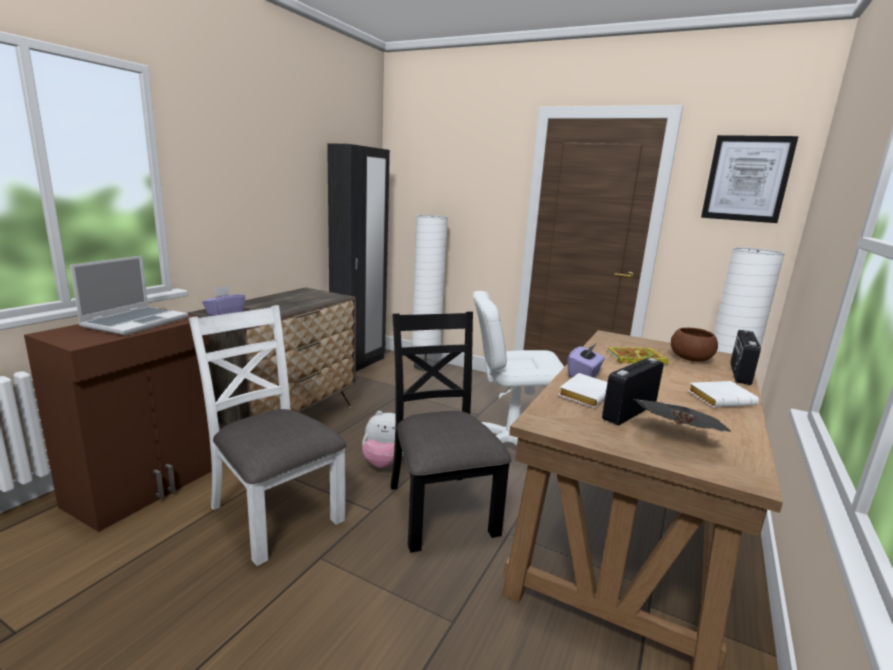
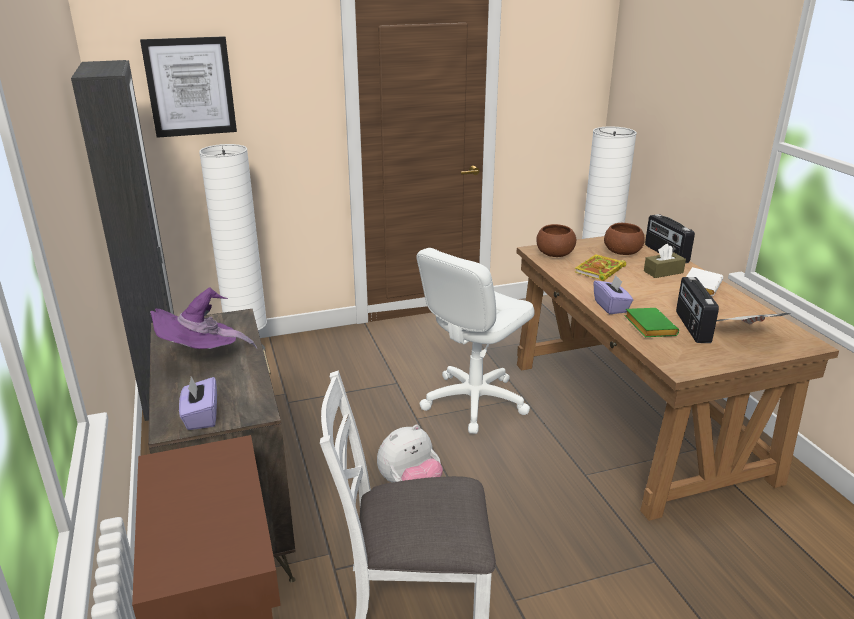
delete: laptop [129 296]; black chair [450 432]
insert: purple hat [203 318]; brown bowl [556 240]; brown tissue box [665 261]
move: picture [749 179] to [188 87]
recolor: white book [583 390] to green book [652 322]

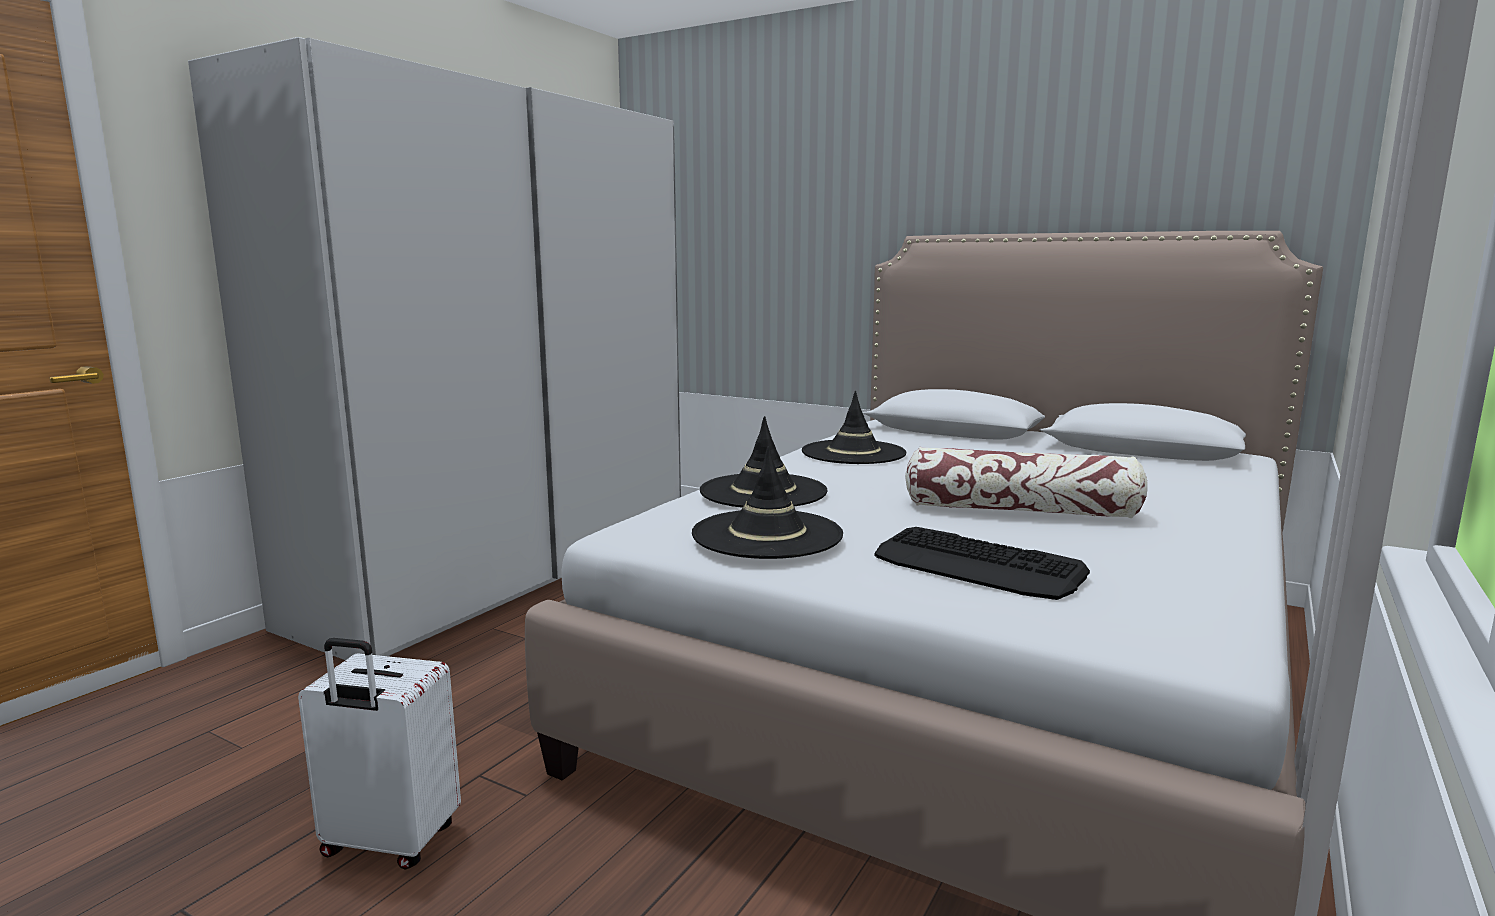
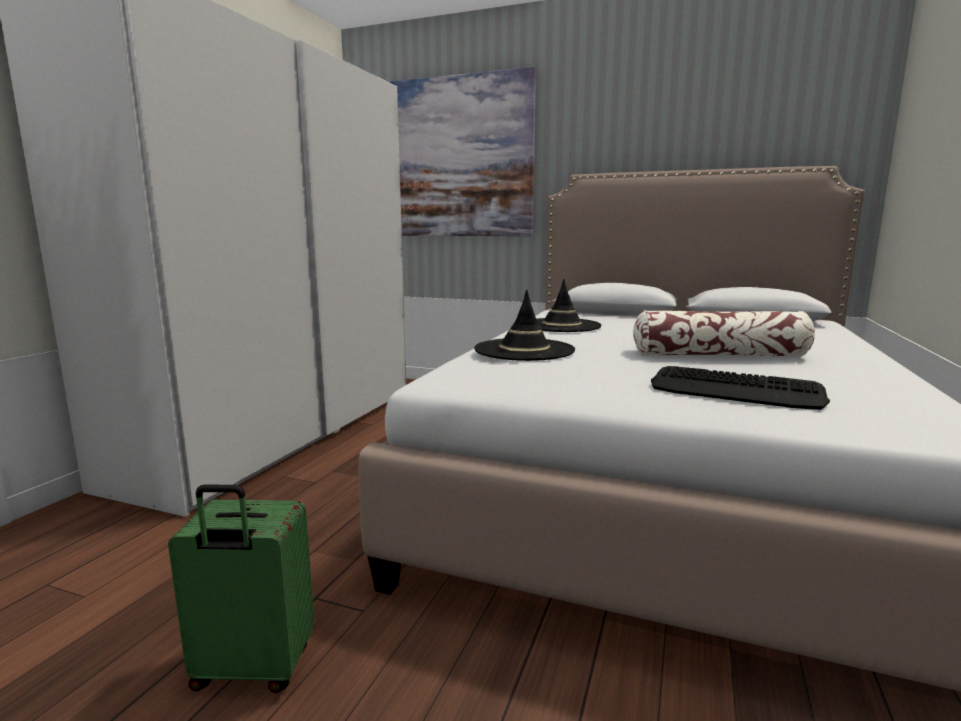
delete: black hat [767 502]
insert: picture [463 151]
recolor: white suitcase [379 754] to green suitcase [241 588]

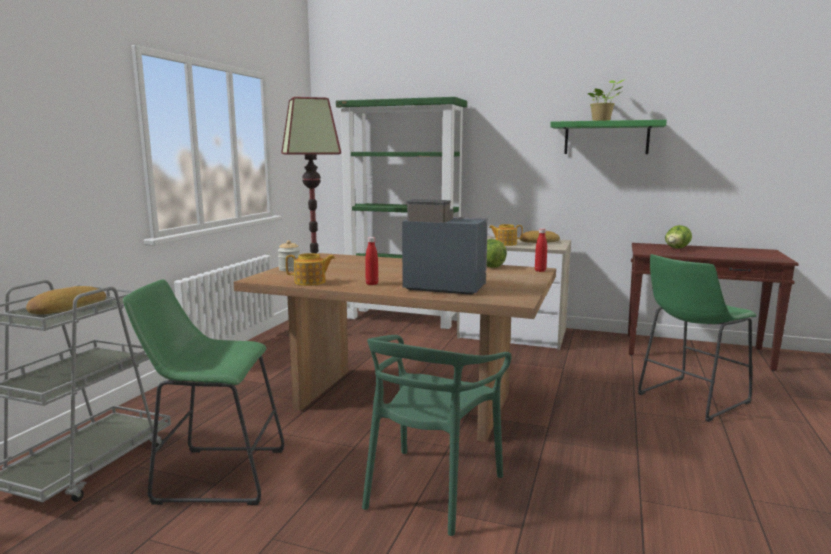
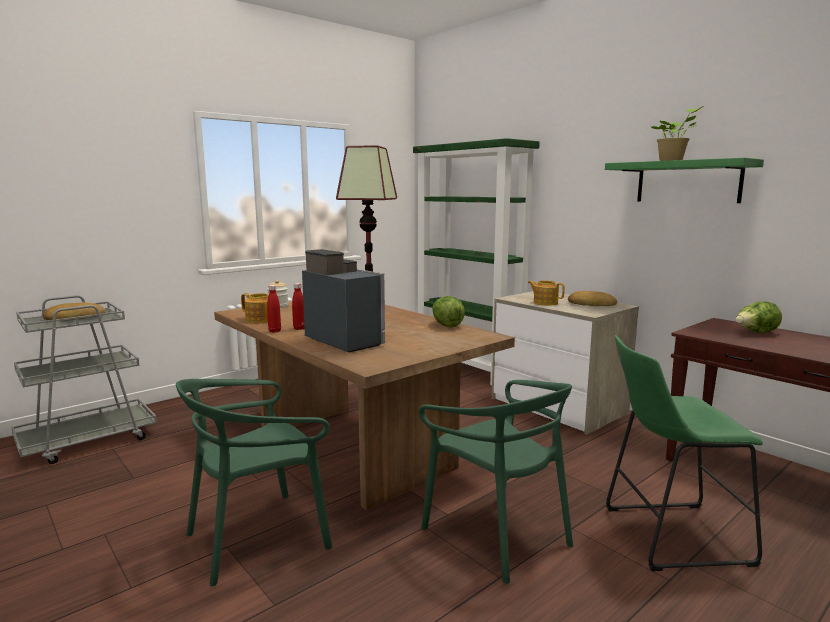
delete: green stool [203 392]
insert: green chair [495 482]
move: red bottle [541 250] to [274 309]

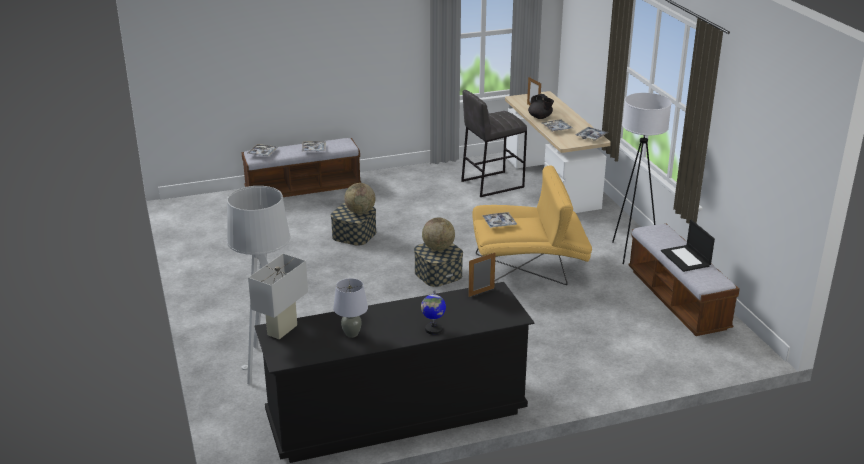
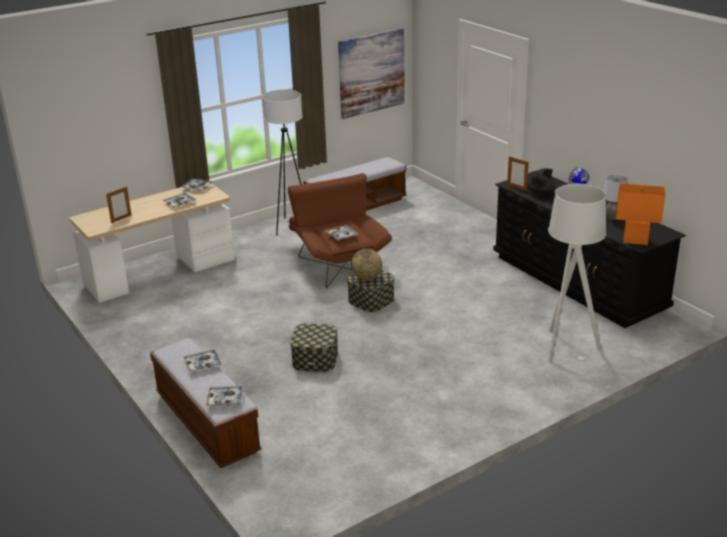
delete: globe [360 198]; grey stool [494 143]; laptop [688 246]
insert: picture [371 73]
move: black teapot [541 106] to [542 182]
recolor: white table lamp [278 296] to orange table lamp [640 214]; yellow armchair [532 225] to brown armchair [340 230]

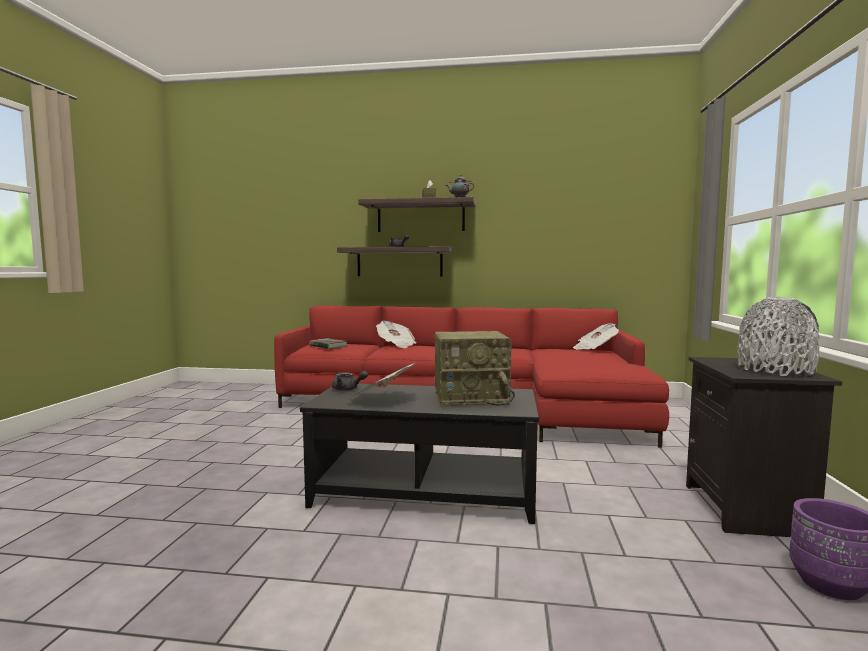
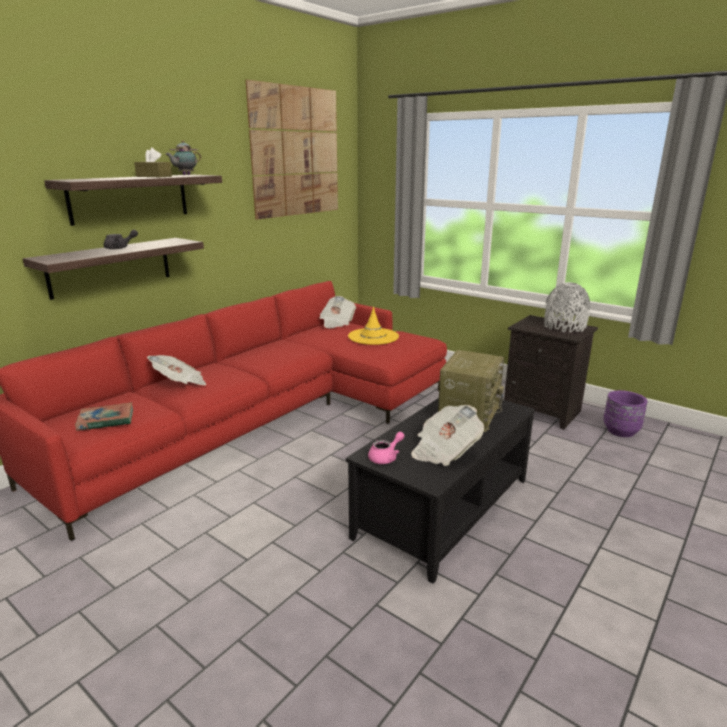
insert: picture [292 150]; yellow hat [373 325]
recolor: grey teapot [350 381] to pink teapot [386 448]

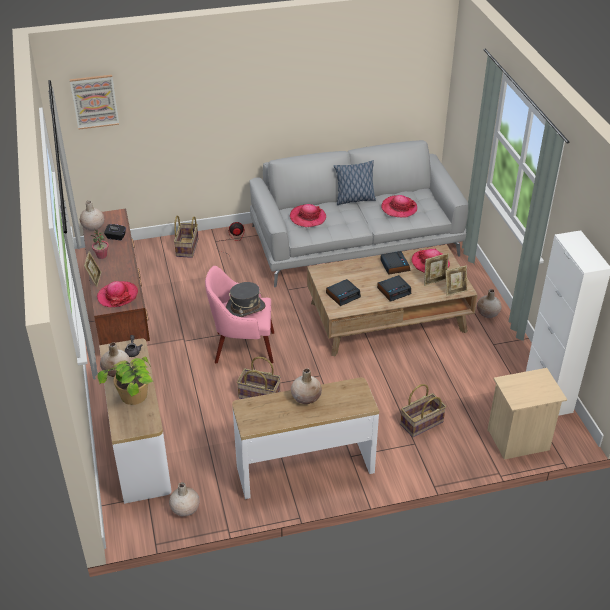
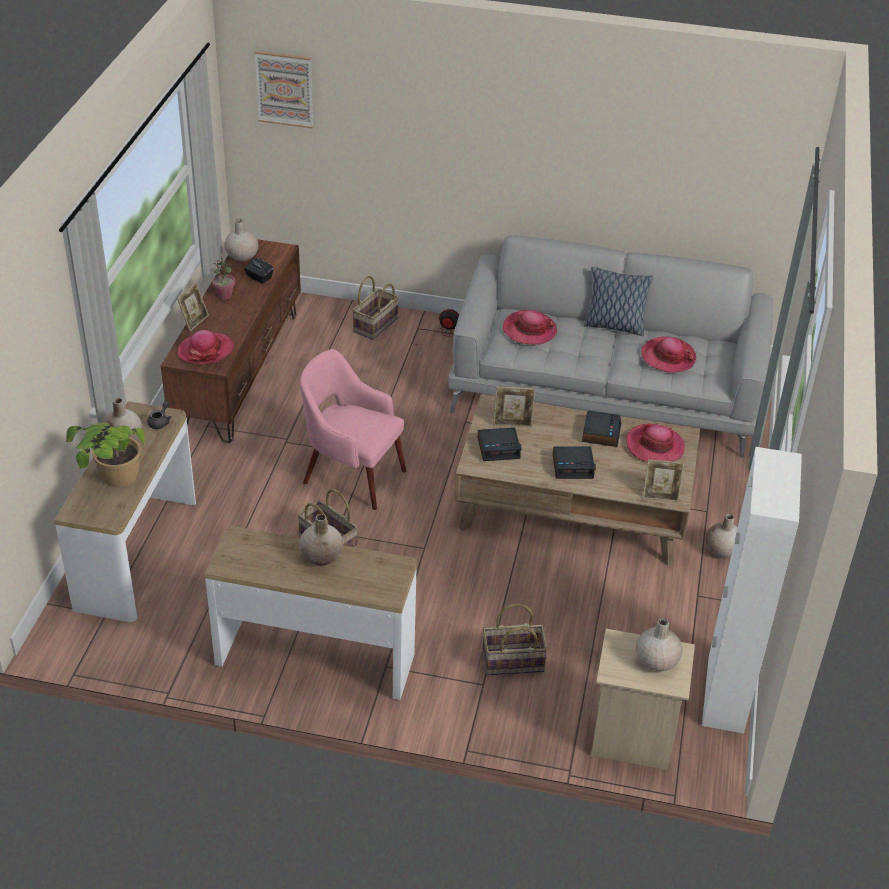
delete: grey hat [246 299]
move: beige vase [184 499] to [659 644]; picture frame [436 269] to [514 406]

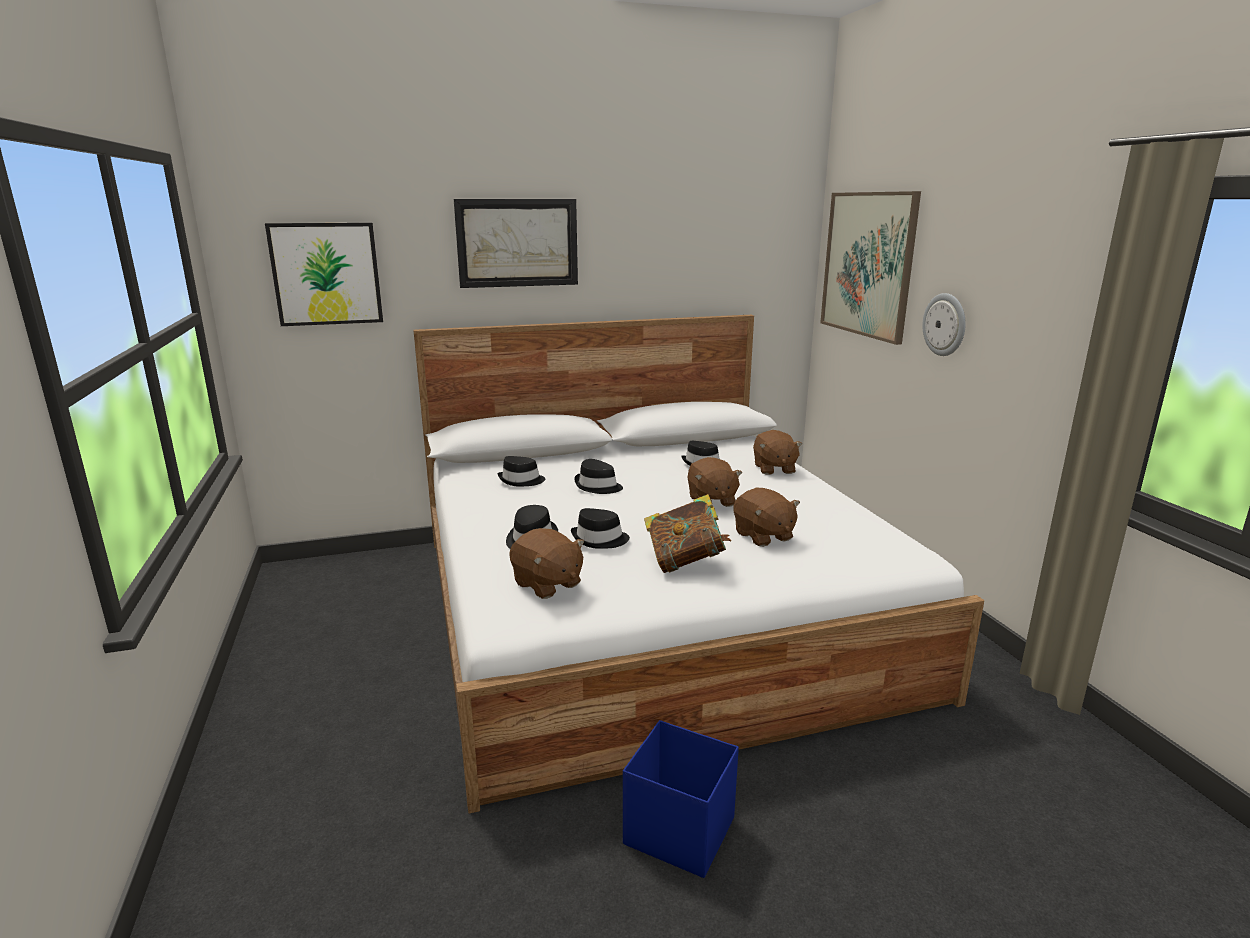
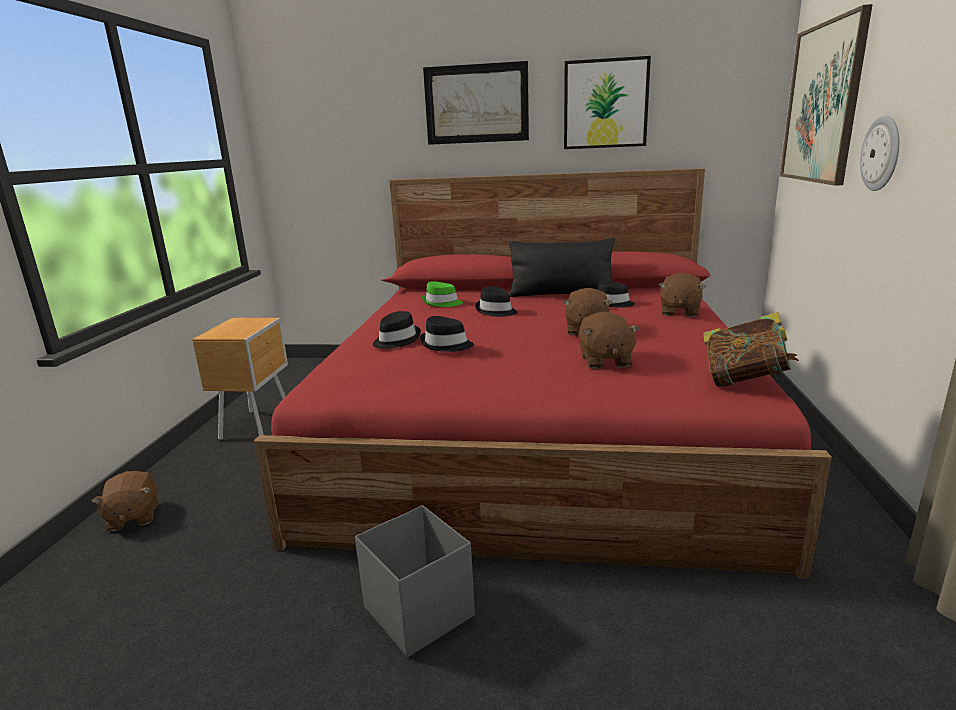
insert: brown nightstand [240 379]; black pillow [562 267]
move: picture [324 274] to [607 102]; brown plush toy [546 563] to [124 501]; book [687 533] to [751 349]
recolor: white bed [698 564] to red bed [543 373]; black hat [521 471] to green hat [442 294]; blue storage box [681 799] to grey storage box [415 581]

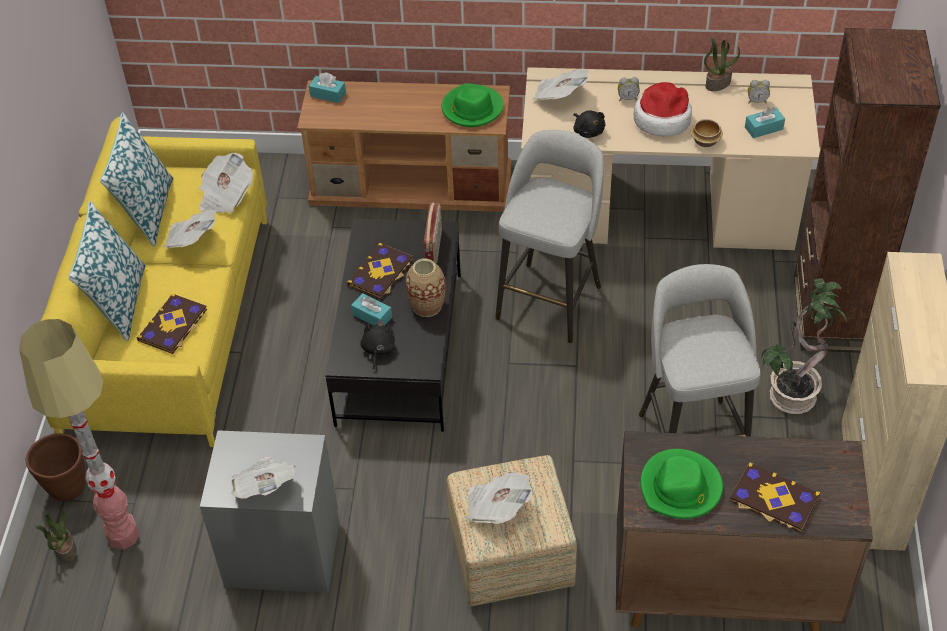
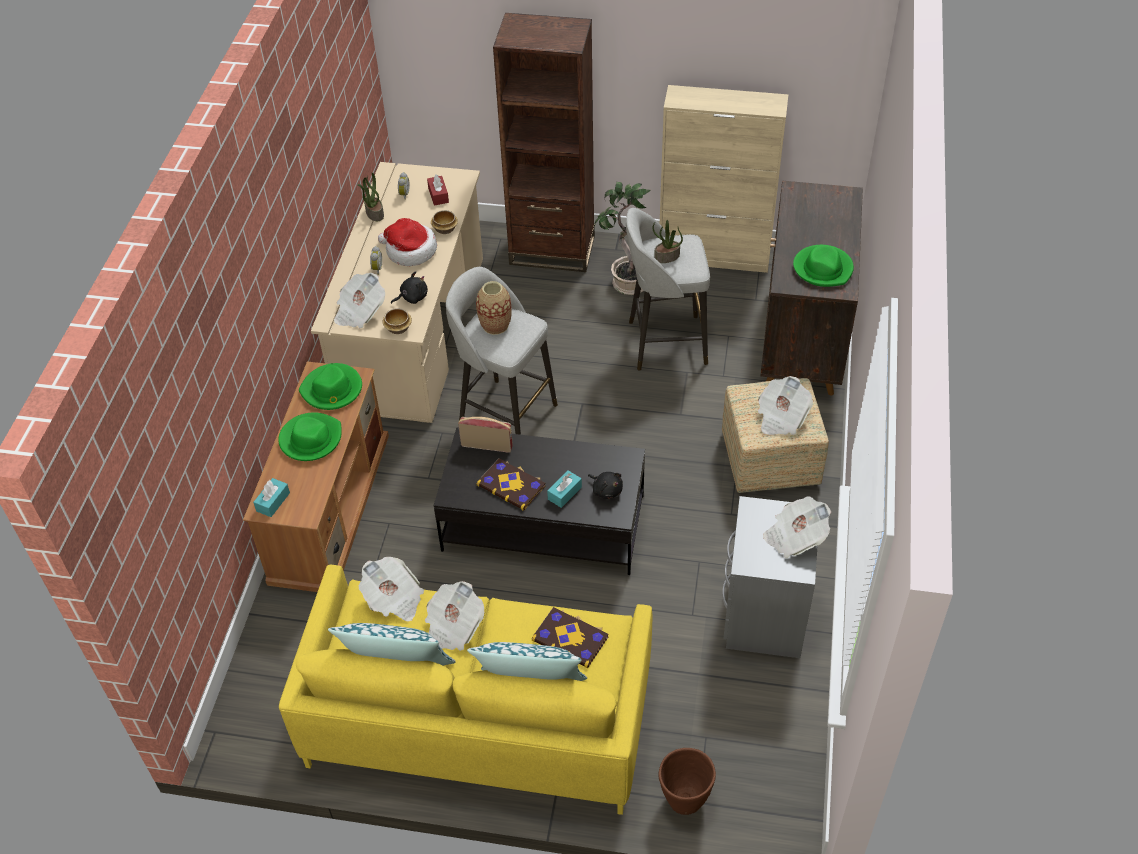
delete: floor lamp [79 434]; book [774 497]
insert: green hat [310 436]; bowl [397 321]
move: potted plant [56 534] to [667 241]; vase [426 287] to [494 308]
recolor: turquoise tissue box [765 122] to red tissue box [438 190]
rotate: black plush toy [377 344] = [605 485] 150 degrees counterclockwise

